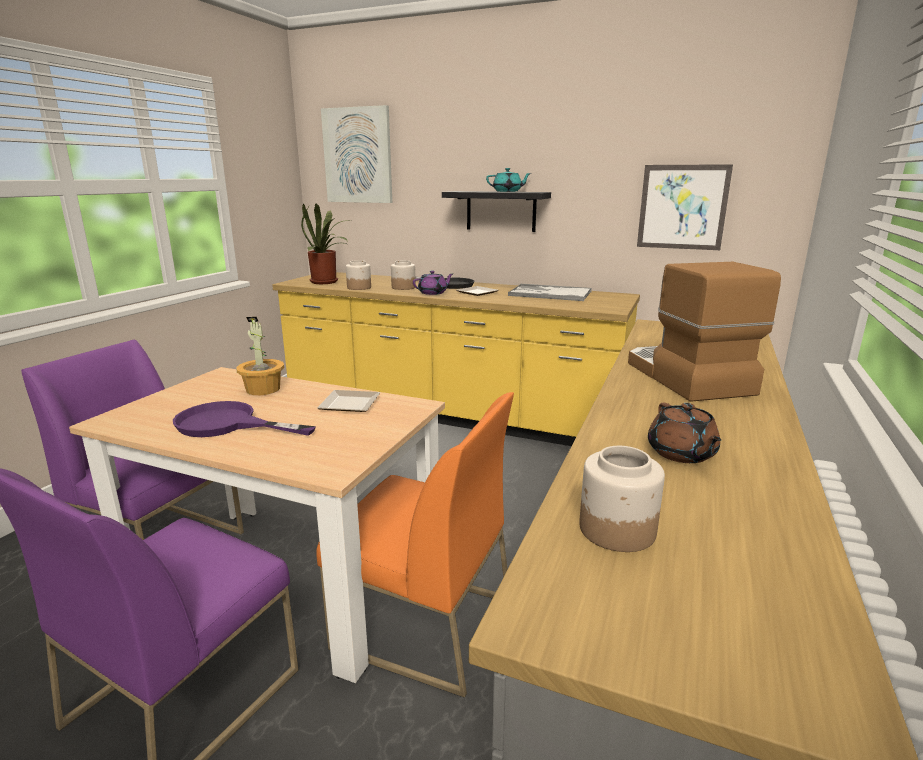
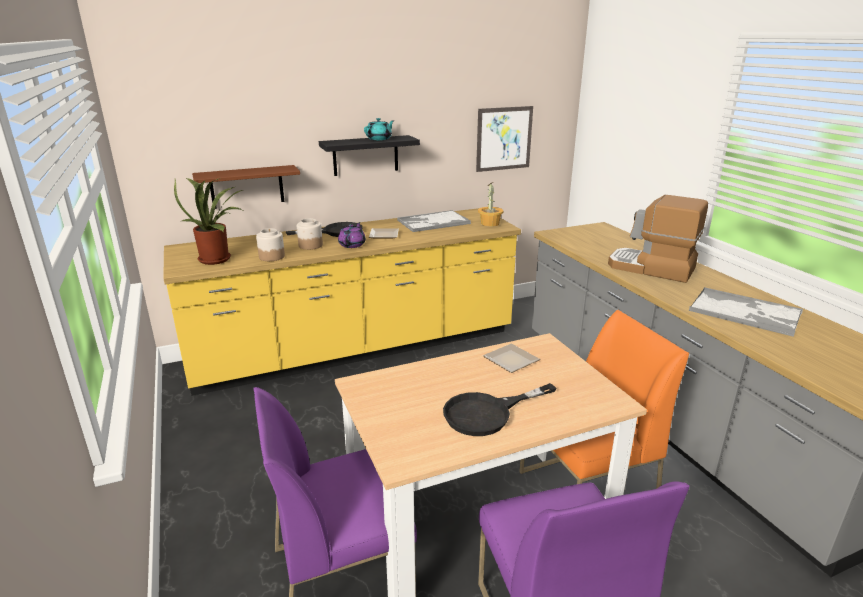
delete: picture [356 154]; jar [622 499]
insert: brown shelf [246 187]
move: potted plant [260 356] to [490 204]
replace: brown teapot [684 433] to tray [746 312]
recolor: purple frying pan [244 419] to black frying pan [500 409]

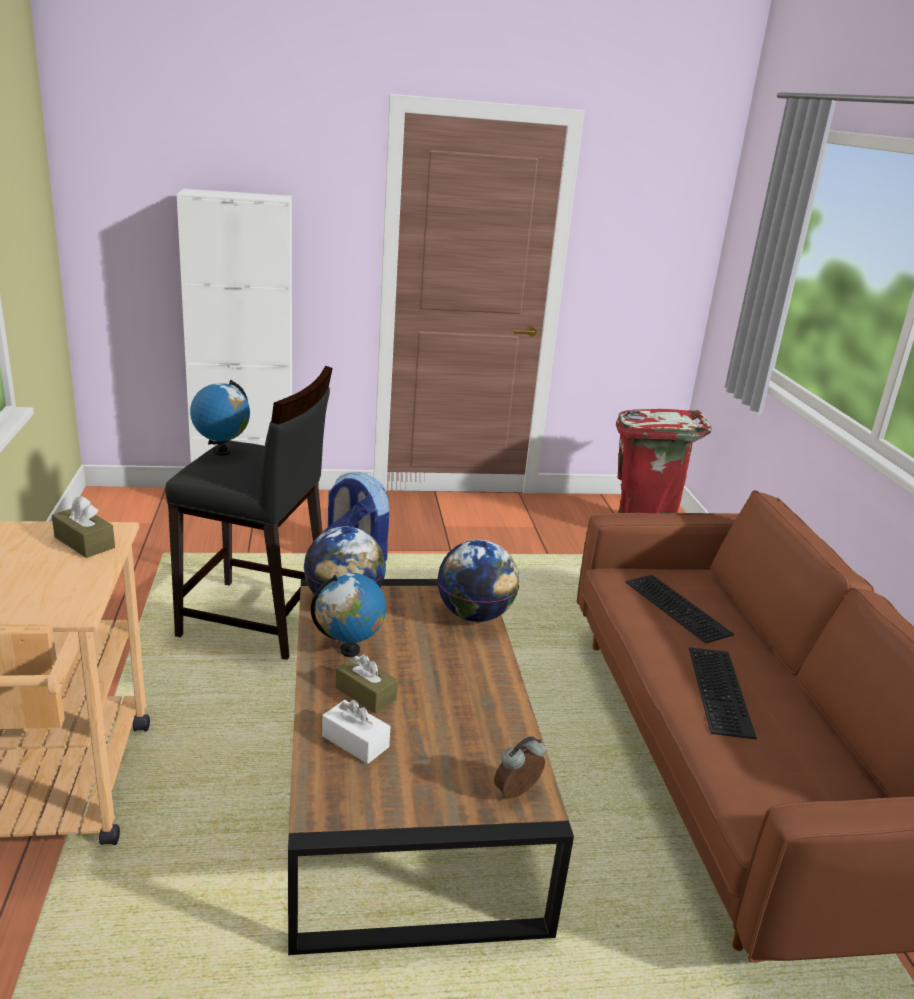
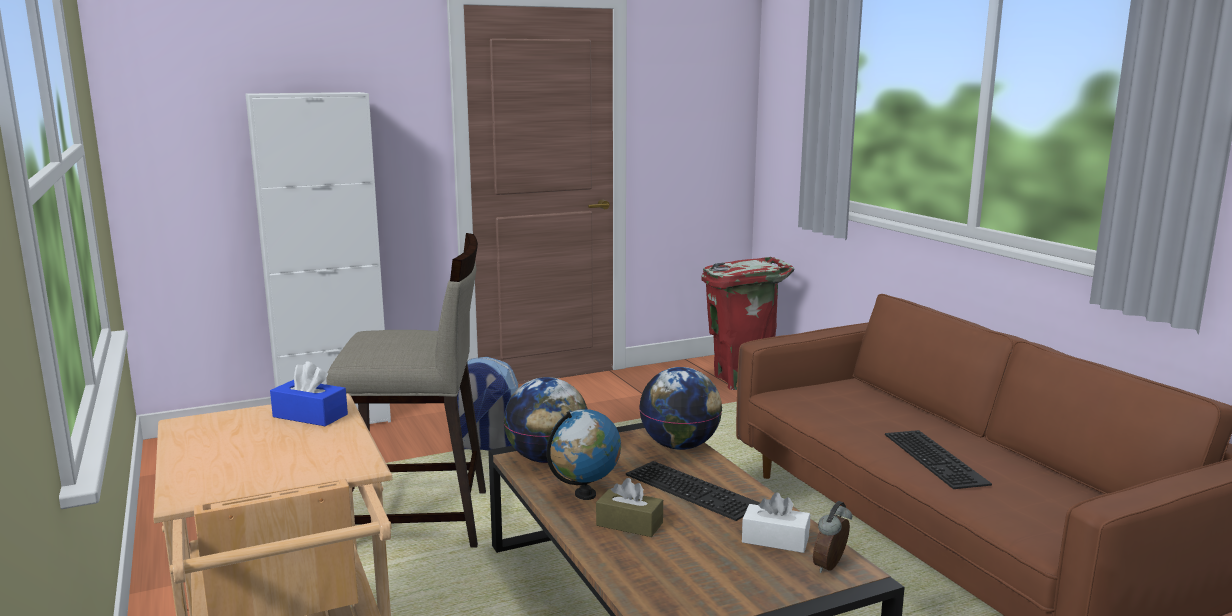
delete: globe [220 418]
move: white tissue box [356 732] to [776 522]; keyboard [679 609] to [693 491]
recolor: brown tissue box [83 527] to blue tissue box [309 393]; black stool [249 513] to beige stool [406 390]

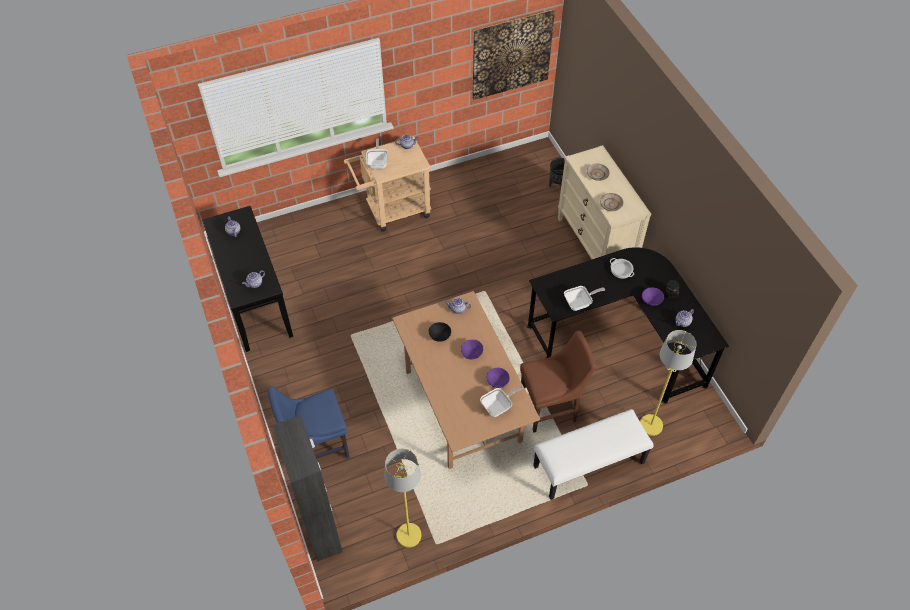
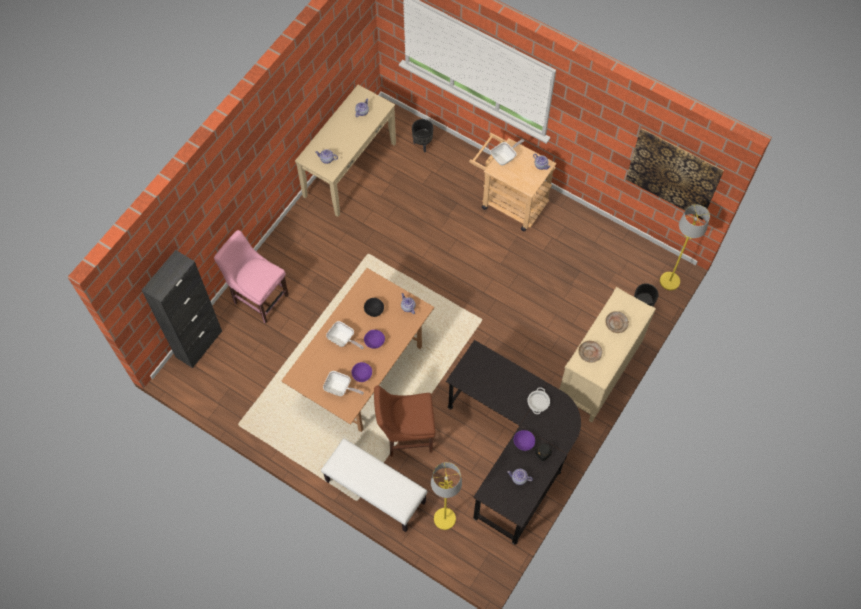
insert: black planter [422 136]
move: yellow floor lamp [402 498] to [685 247]; frying pan [584 298] to [345 335]
recolor: black console table [247 279] to beige console table [345 151]; blue chair [308 423] to pink chair [251 277]
rotate: brown chair [558 382] = [405 421] 135 degrees clockwise

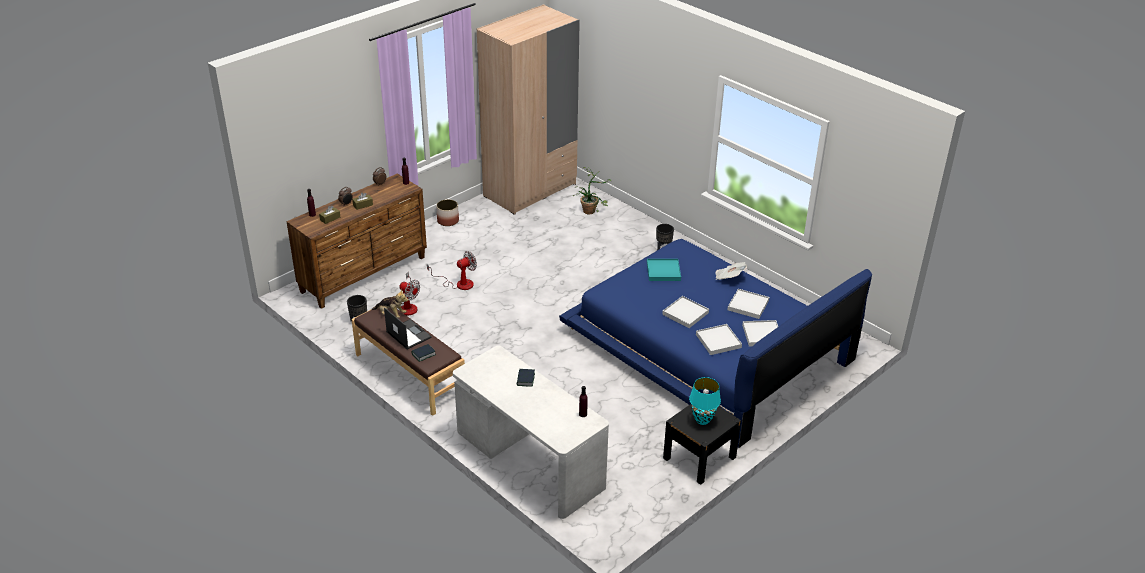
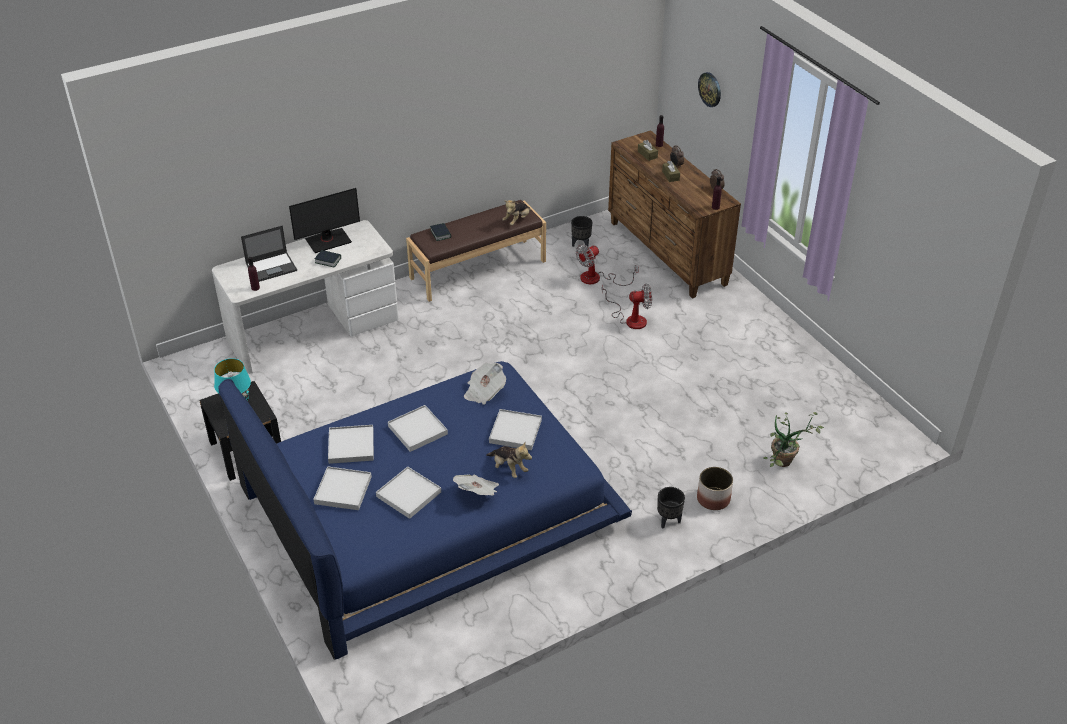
delete: beige wardrobe [528 109]
insert: monitor [324 220]; newspaper [485 383]; plush toy [509 460]; wall clock [709 89]
move: laptop [408 328] to [269 253]; planter [447 212] to [715 488]
recolor: turquoise tray [664 270] to white tray [515 429]
rotate: fan [452 270] = [627 306] 75 degrees counterclockwise

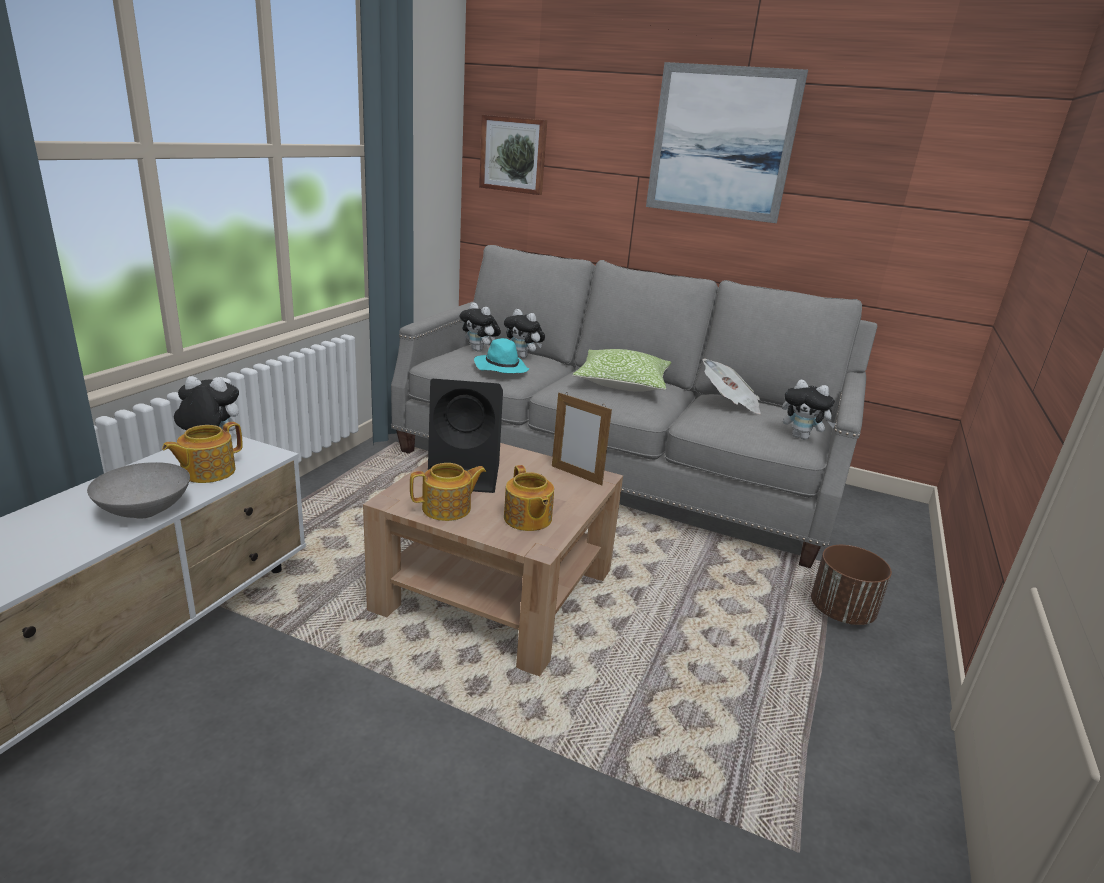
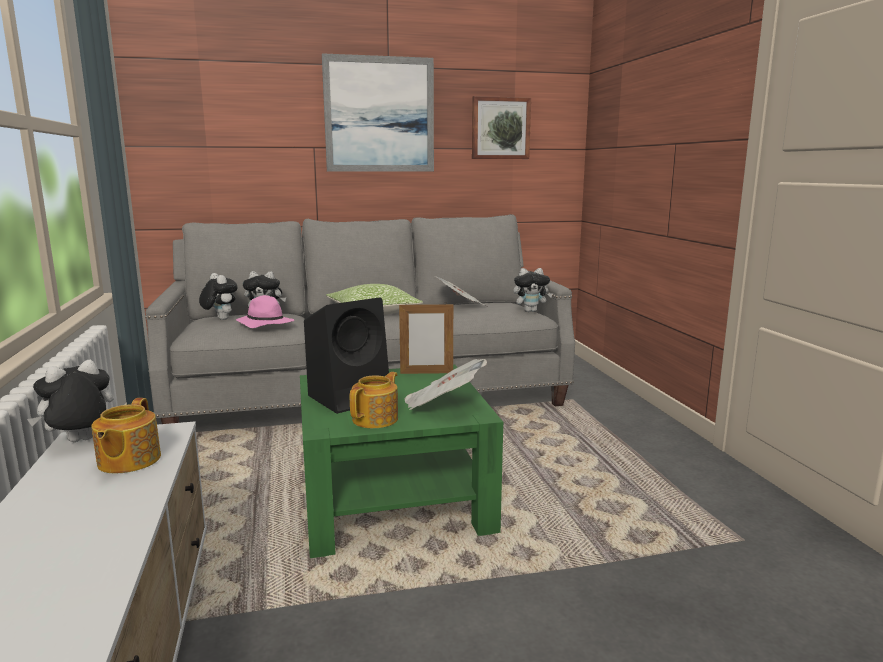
delete: grey bowl [138 490]; brown planter [851 585]
move: picture [513 155] to [501 127]
replace: teapot [529 498] to newspaper [445 384]
recolor: brown coffee table [493 559] to green coffee table [401 461]; turquoise hat [501 355] to pink hat [265 311]
rotate: plush toy [480 327] = [218 296] 135 degrees counterclockwise

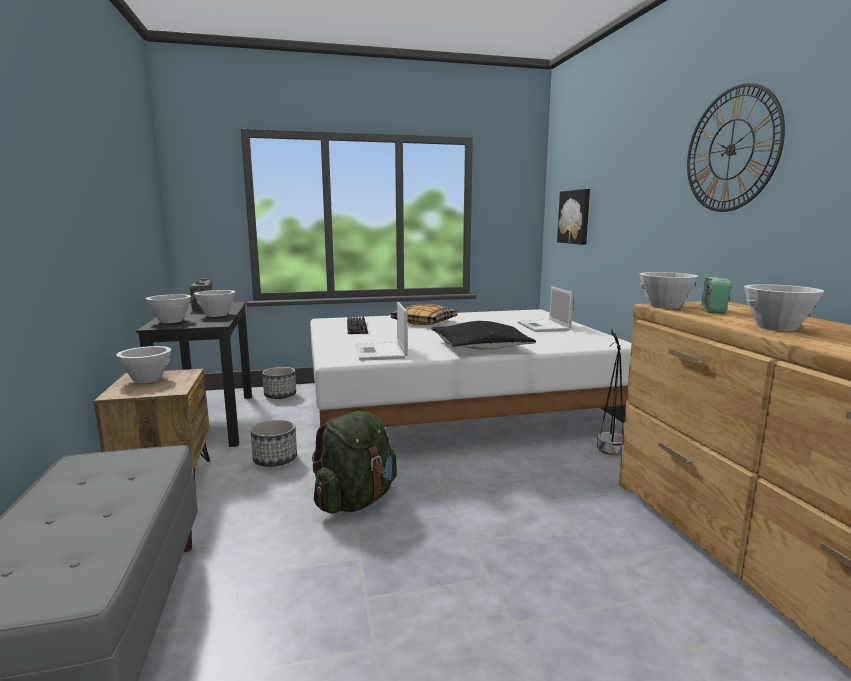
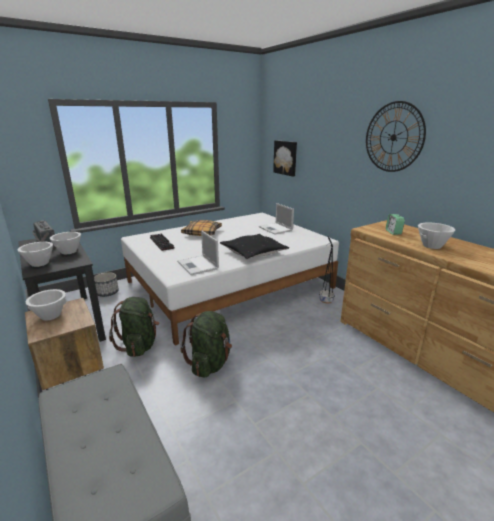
delete: white bowl [668 290]
replace: planter [273 443] to green backpack [134 327]

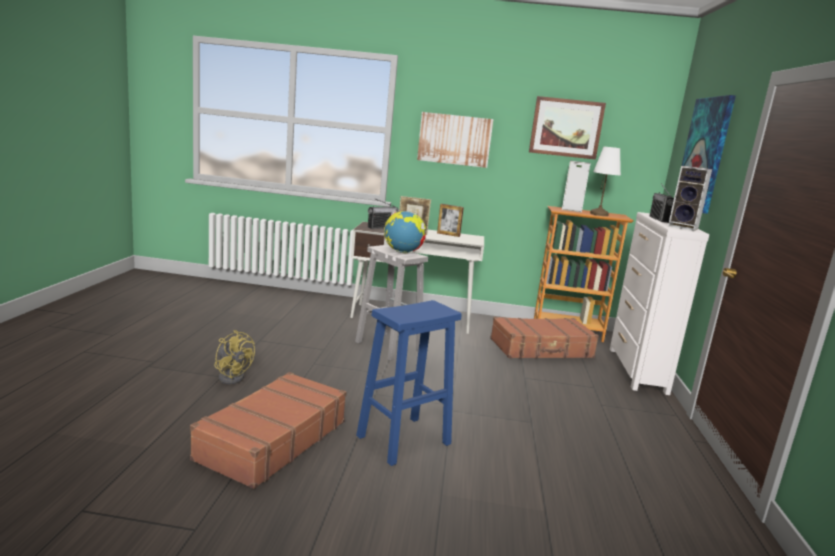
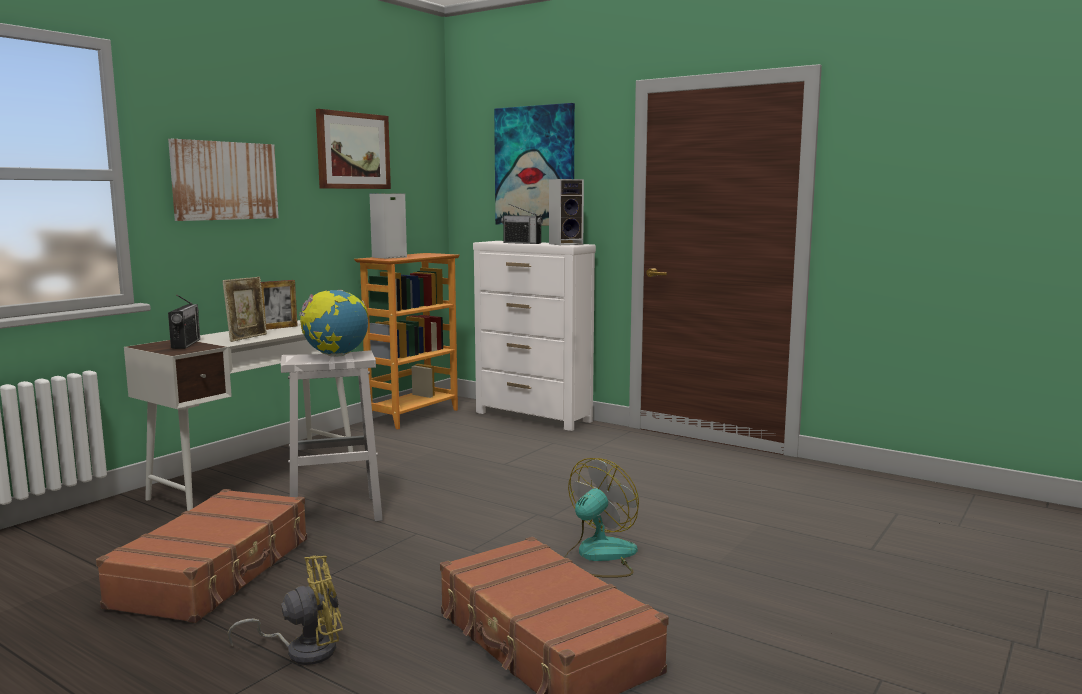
delete: white table lamp [605 181]
move: brown suitcase [544 338] to [201 556]
replace: blue stool [409 383] to fan [601 518]

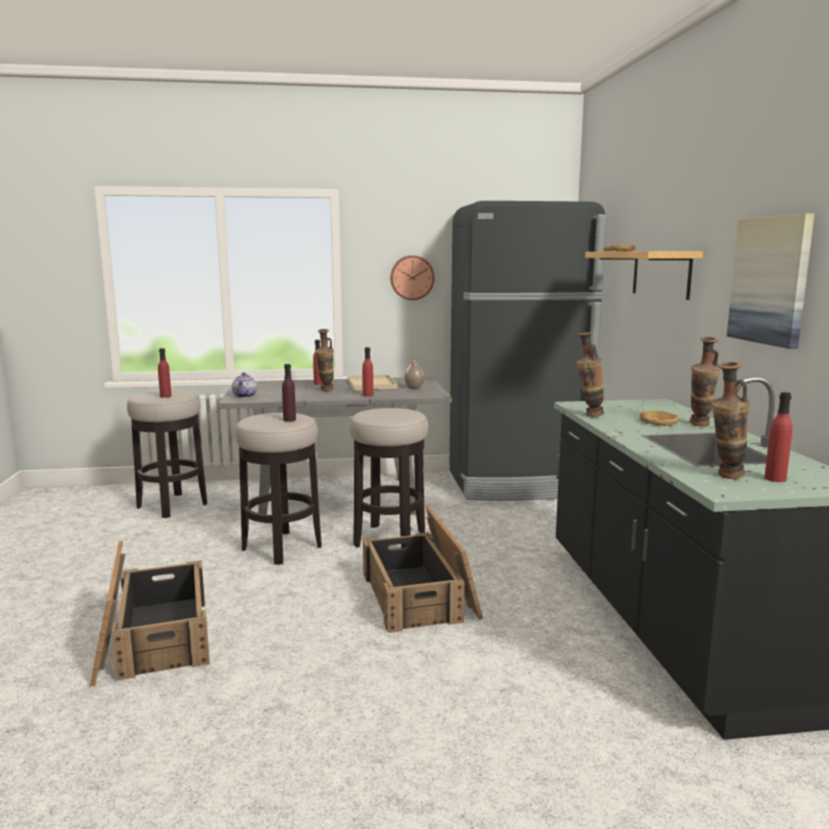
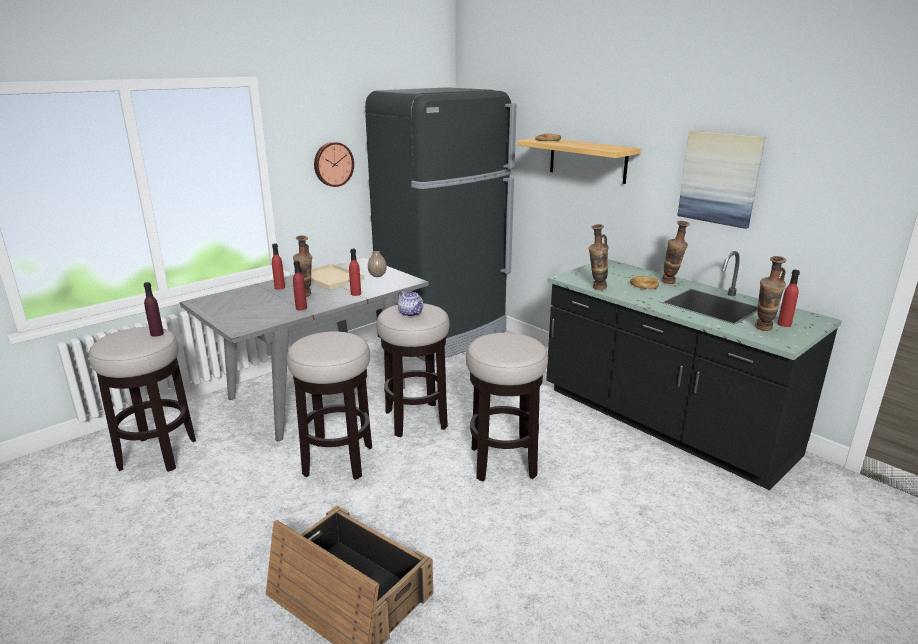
move: red bottle [165 373] to [300 285]; teapot [244 385] to [410 303]; purple bottle [289 392] to [154 309]
replace: crate [423 569] to stool [507 407]

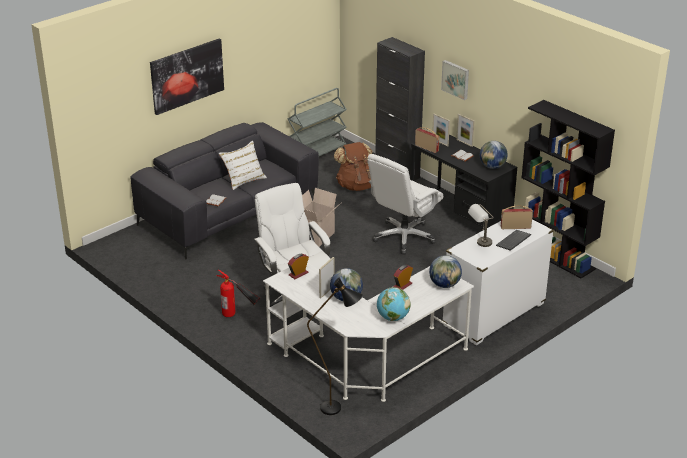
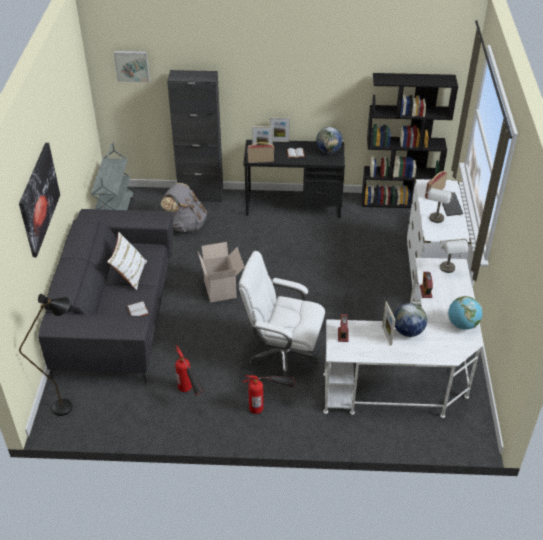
delete: white office chair [405 204]
insert: fire extinguisher [190 370]
move: black floor lamp [335 346] to [46 355]; picture [455 80] to [132 66]
replace: globe [445 271] to grey table lamp [455 256]
recolor: brown backpack [353 166] to grey backpack [184 207]

